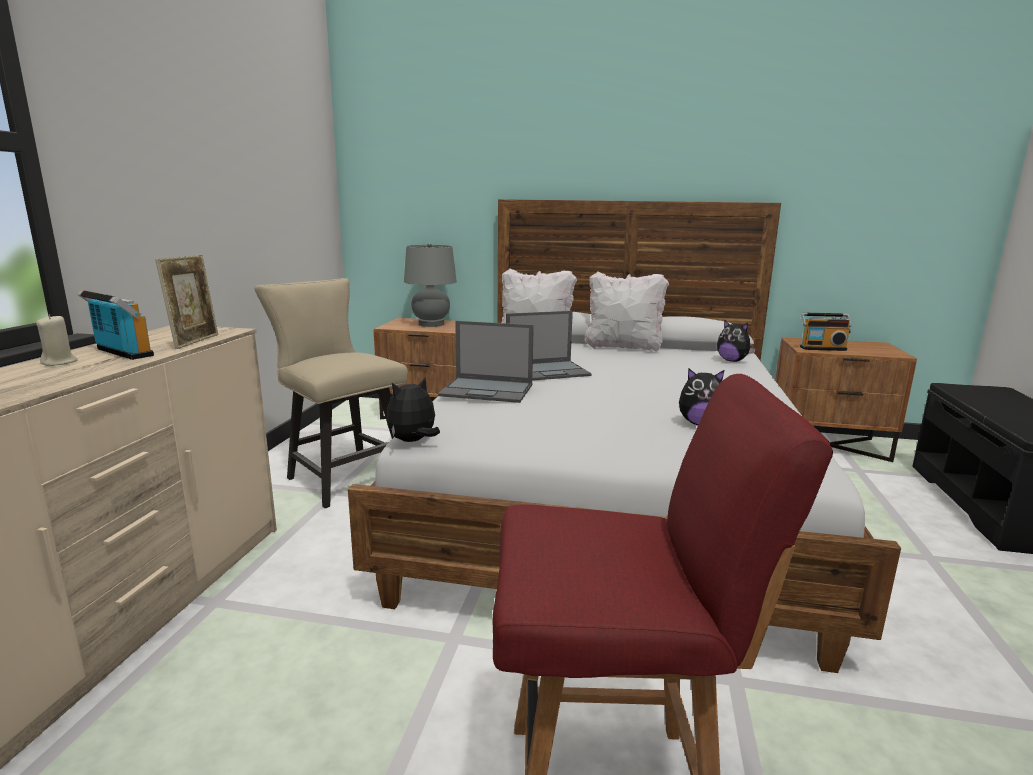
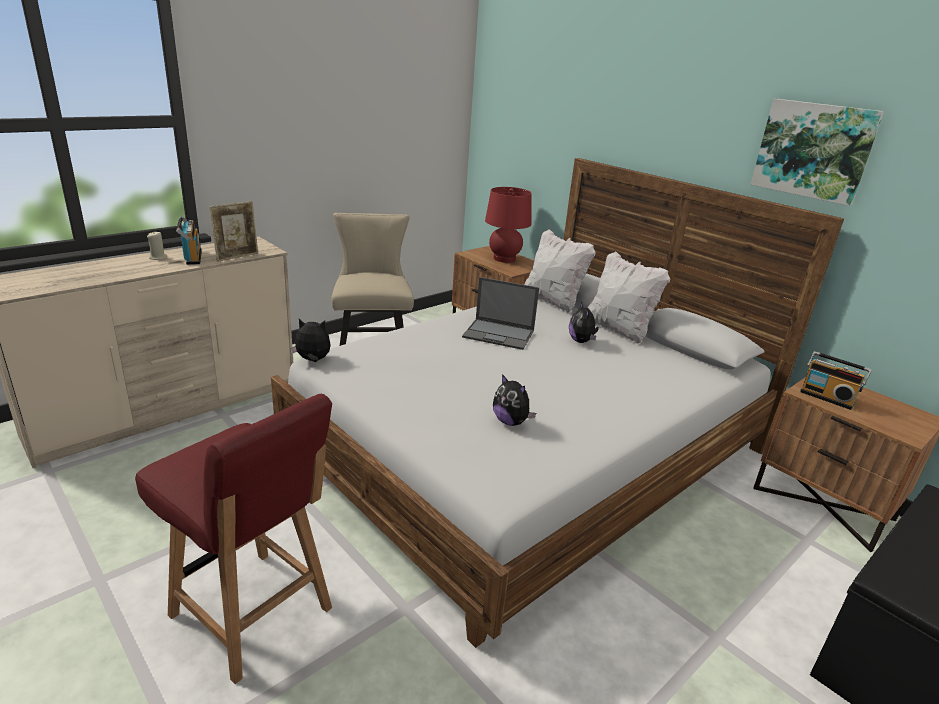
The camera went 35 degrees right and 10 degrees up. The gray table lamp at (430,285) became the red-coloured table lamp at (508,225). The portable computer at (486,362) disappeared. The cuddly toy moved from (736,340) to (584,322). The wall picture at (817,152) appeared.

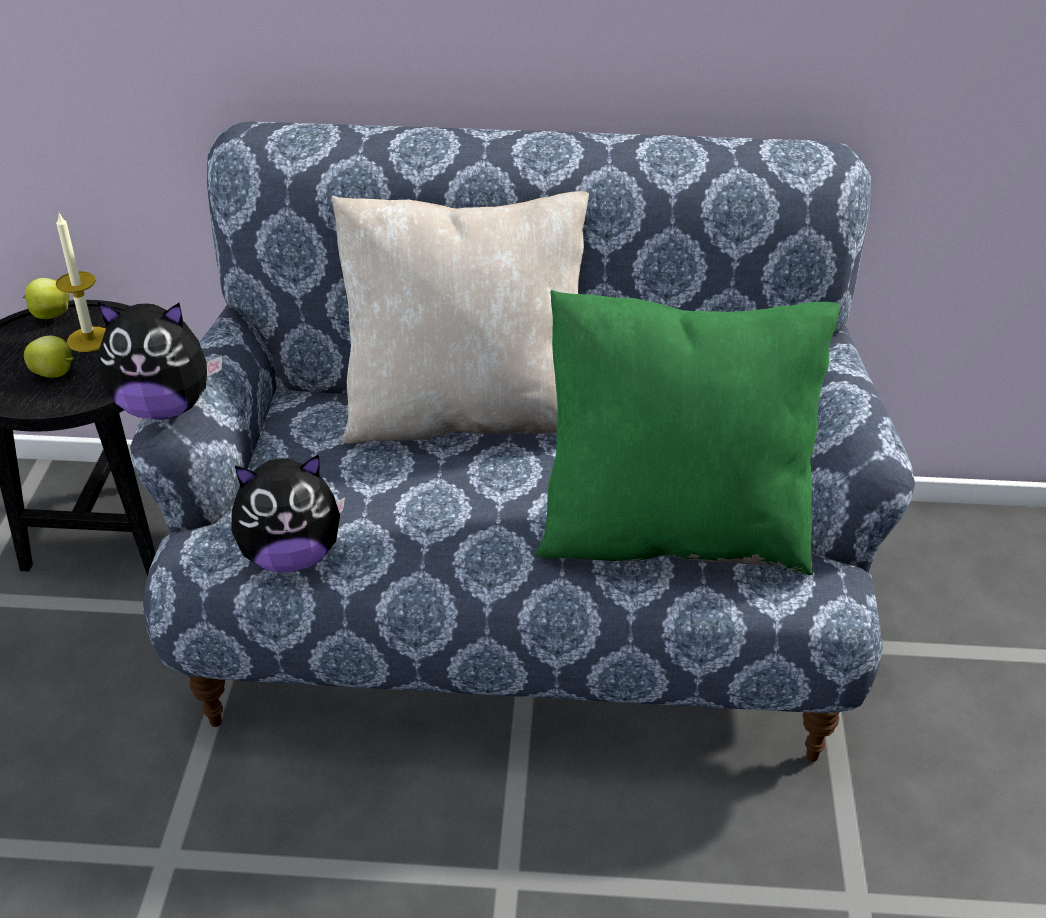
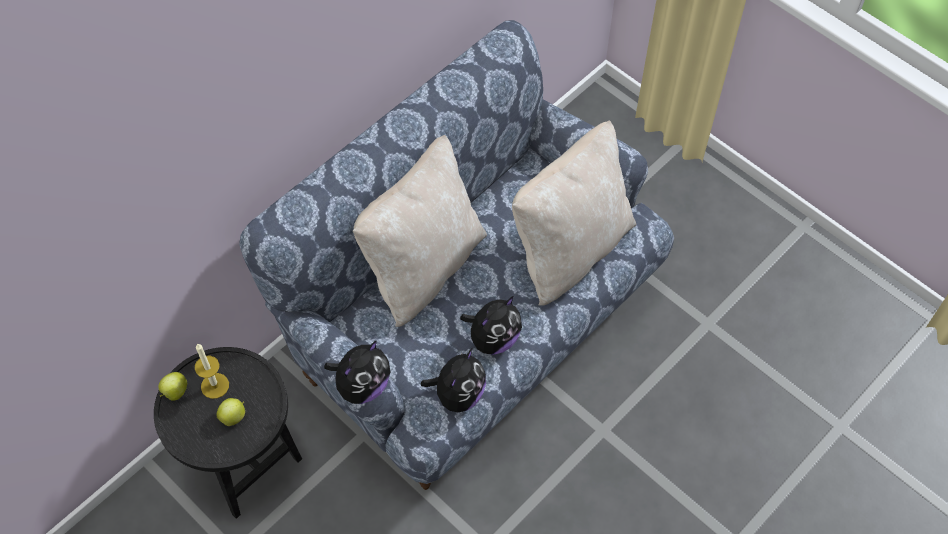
The camera went 50 degrees left and 20 degrees up. The greenish pillow at (688,432) became the beige-coloured pillow at (574,213). The cuddly toy at (491,325) appeared.

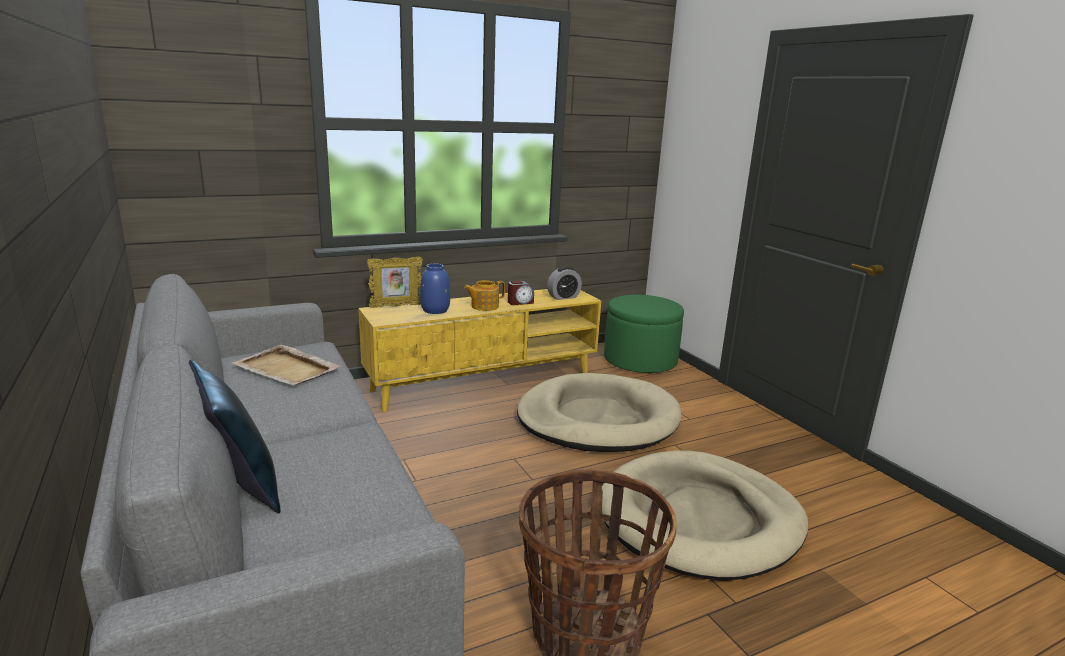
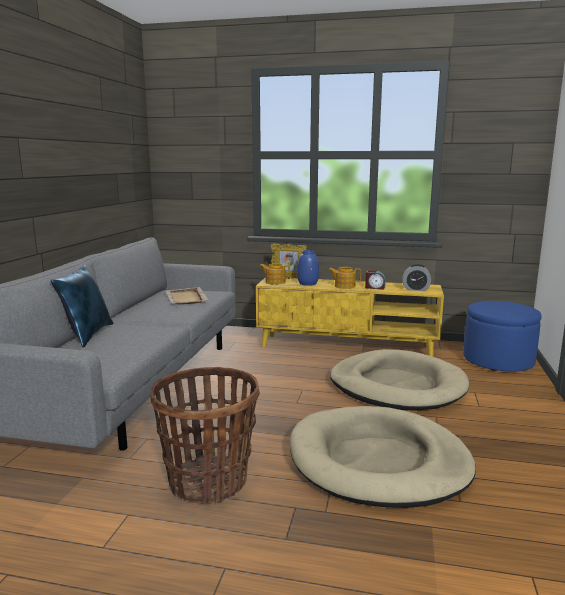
The camera went 40 degrees right and 5 degrees down. The greenish pouffe at (644,334) became the blue pouffe at (502,336). The teapot at (275,274) appeared.

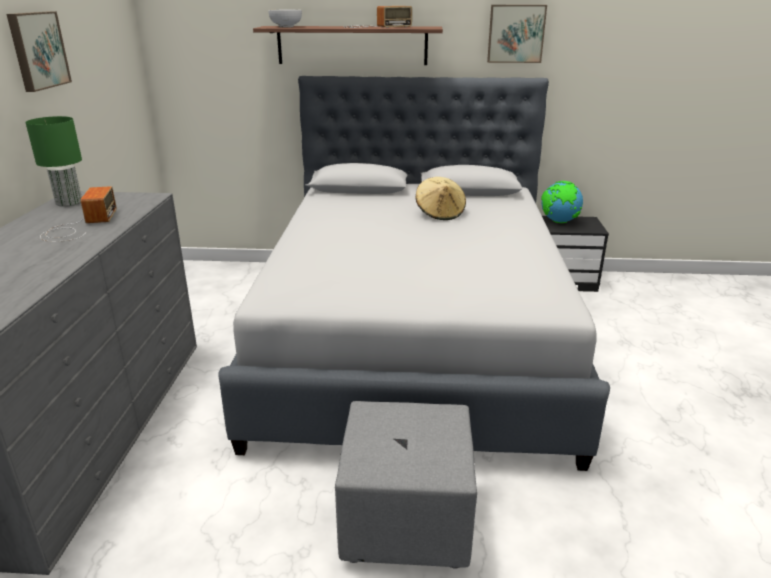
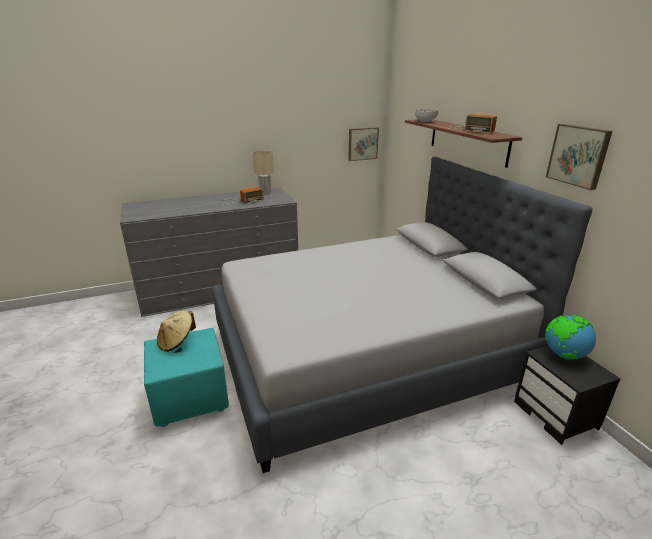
The camera went 65 degrees right and 0 degrees up. The wall picture moved from (39,51) to (363,144). The greenish table lamp at (53,161) became the beige-coloured table lamp at (263,172). The gray pouffe at (406,485) became the blue-green pouffe at (186,377). The beige-coloured clothing hat moved from (441,198) to (176,331).

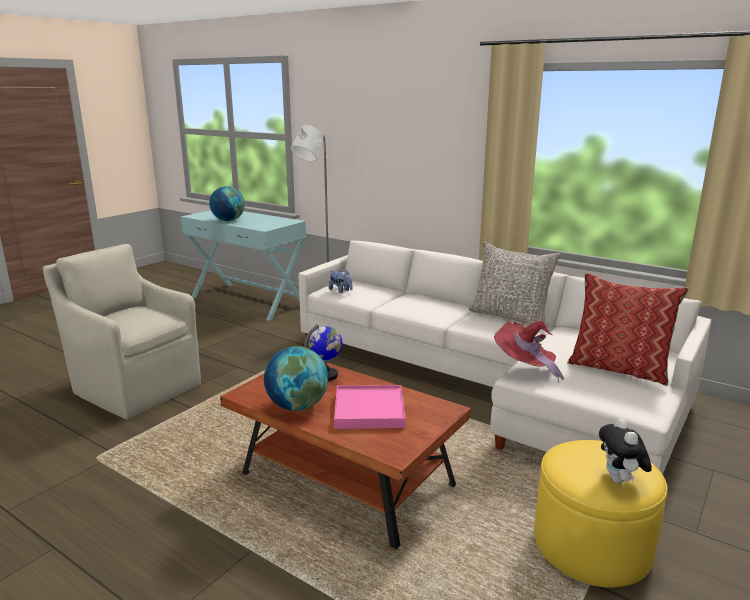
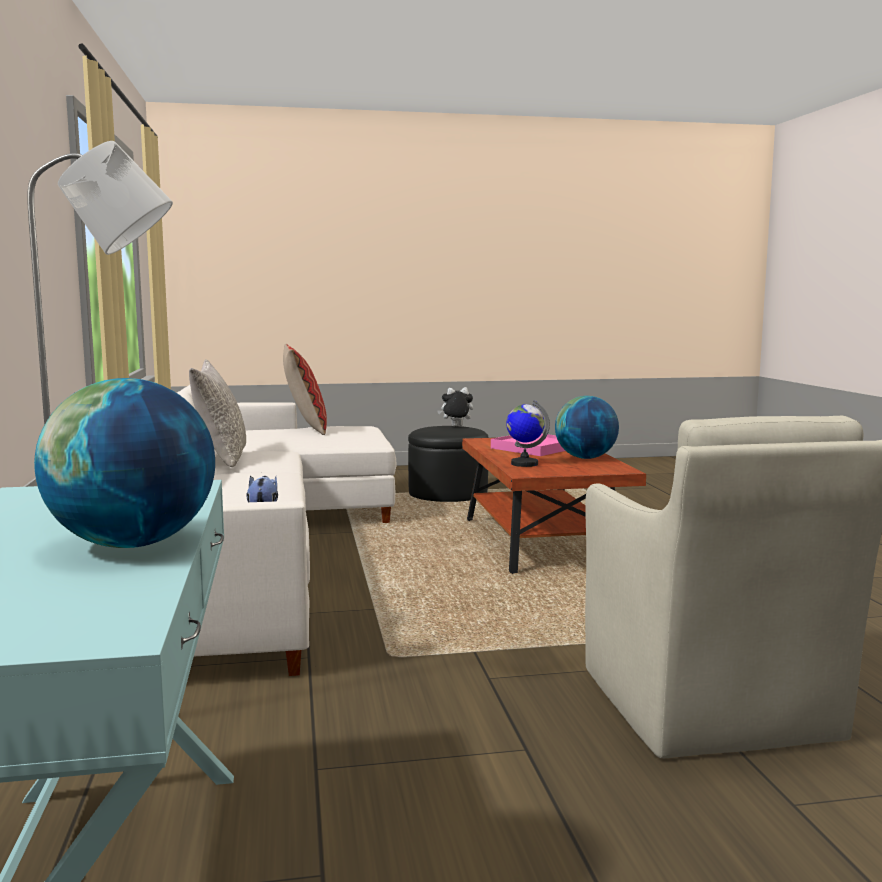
The camera went 135 degrees left and 10 degrees down. The red-coloured clothing hat at (529,352) disappeared. The yellowish pouffe at (601,514) became the black pouffe at (448,464). The cuddly toy at (625,450) turned 135 degrees counterclockwise.

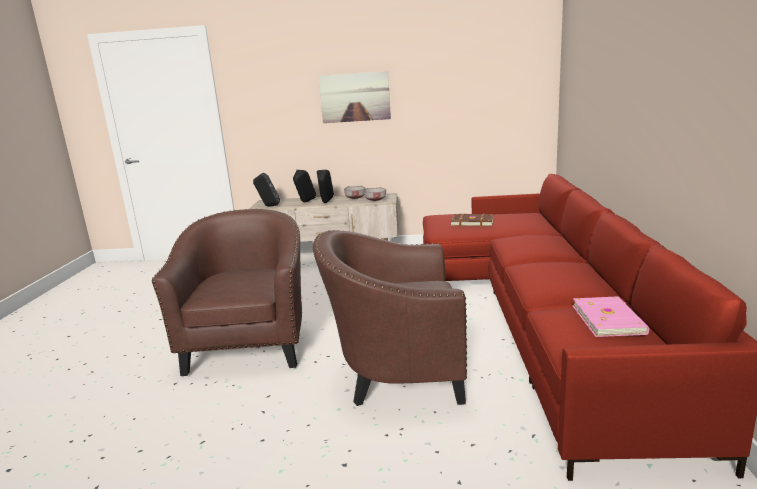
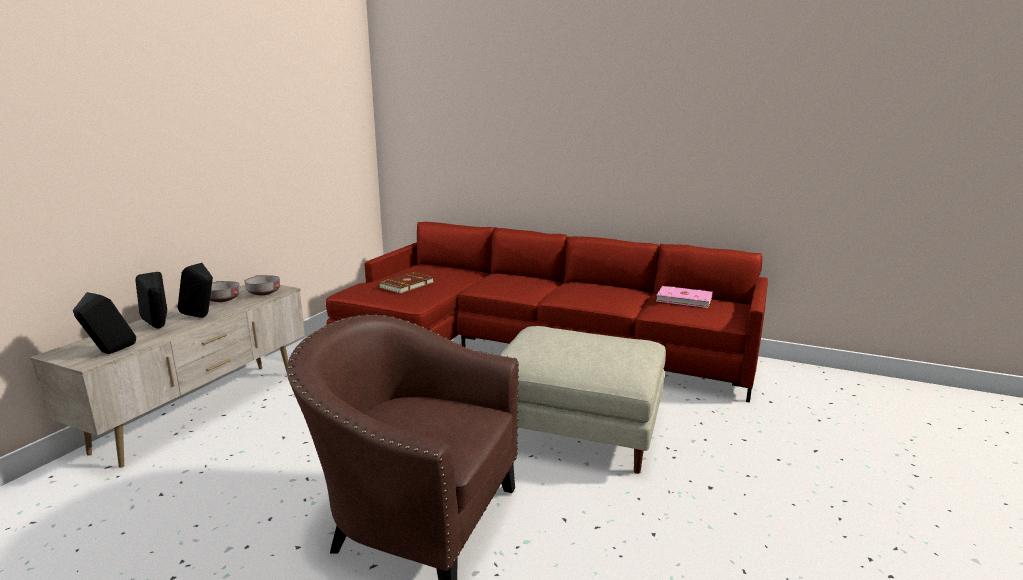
The camera went 70 degrees left and 0 degrees up. The brown armchair at (390,318) was replaced by the beige-coloured pouffe at (583,400). The wall picture at (355,97) disappeared.

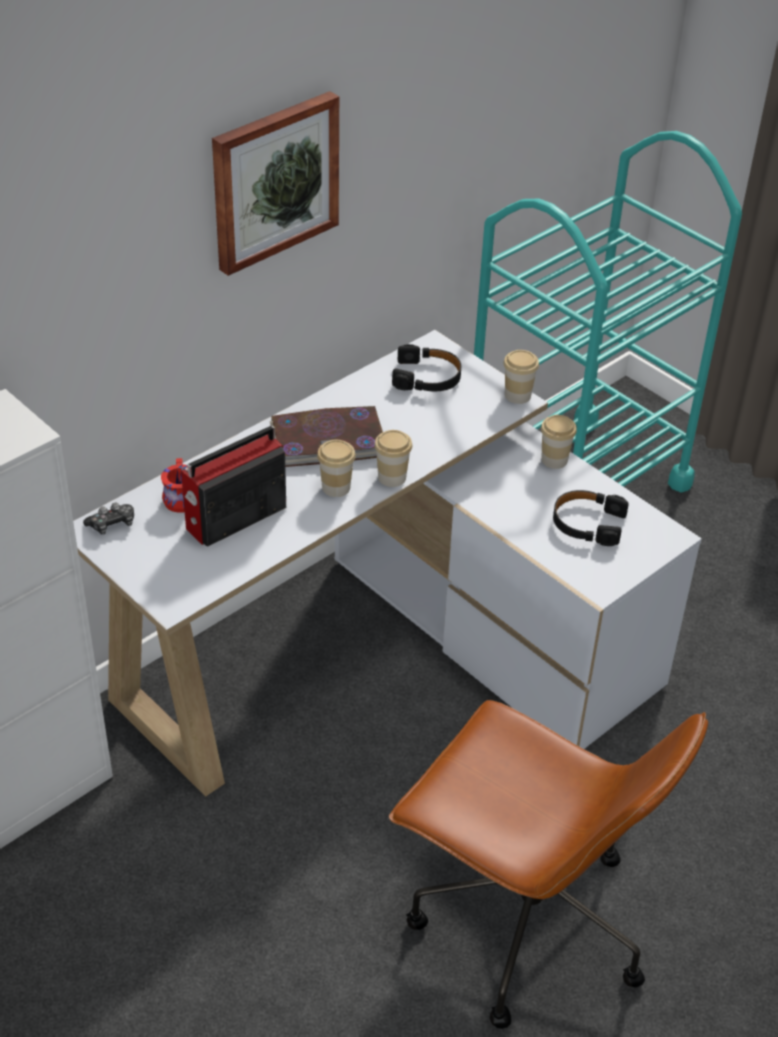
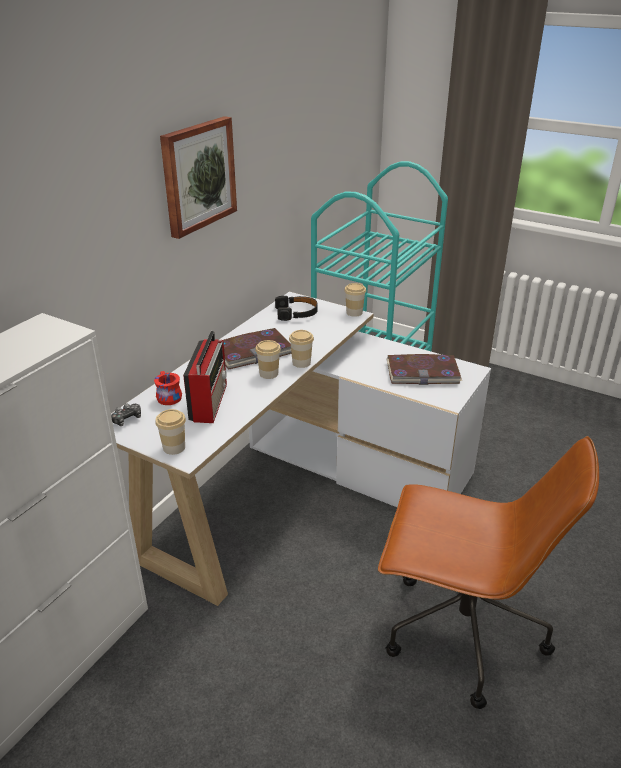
The camera went 15 degrees left and 10 degrees down. The radio at (233,486) turned 150 degrees clockwise. The drinking cup moved from (559,442) to (170,432). The black headphones at (591,518) was replaced by the book at (424,369).

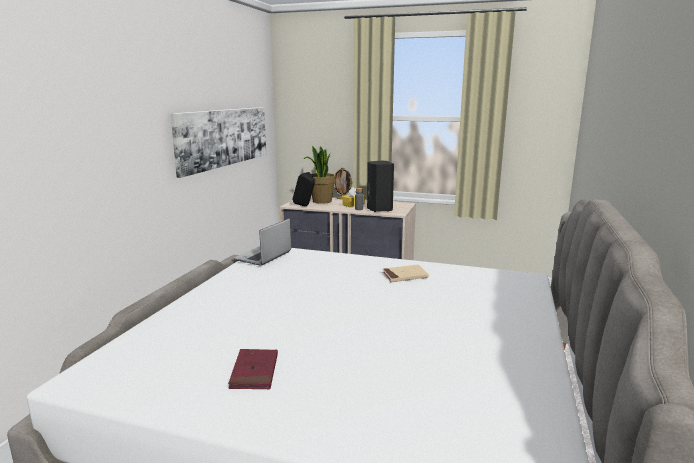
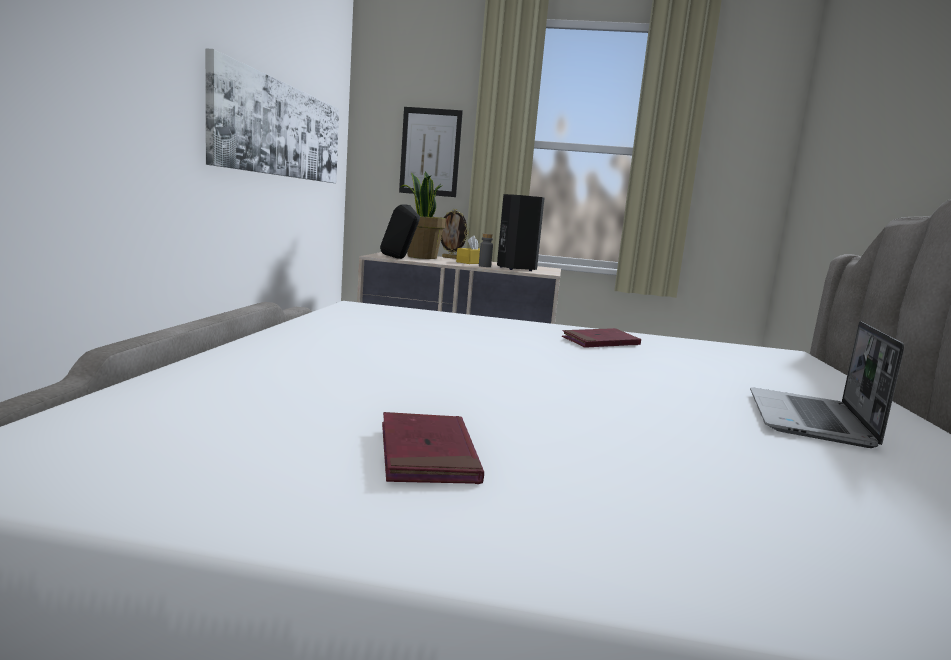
The camera went 10 degrees left and 5 degrees down. The portable computer moved from (262,242) to (827,384). The beige-coloured book at (405,273) became the red-coloured book at (601,338). The wall picture at (431,152) appeared.

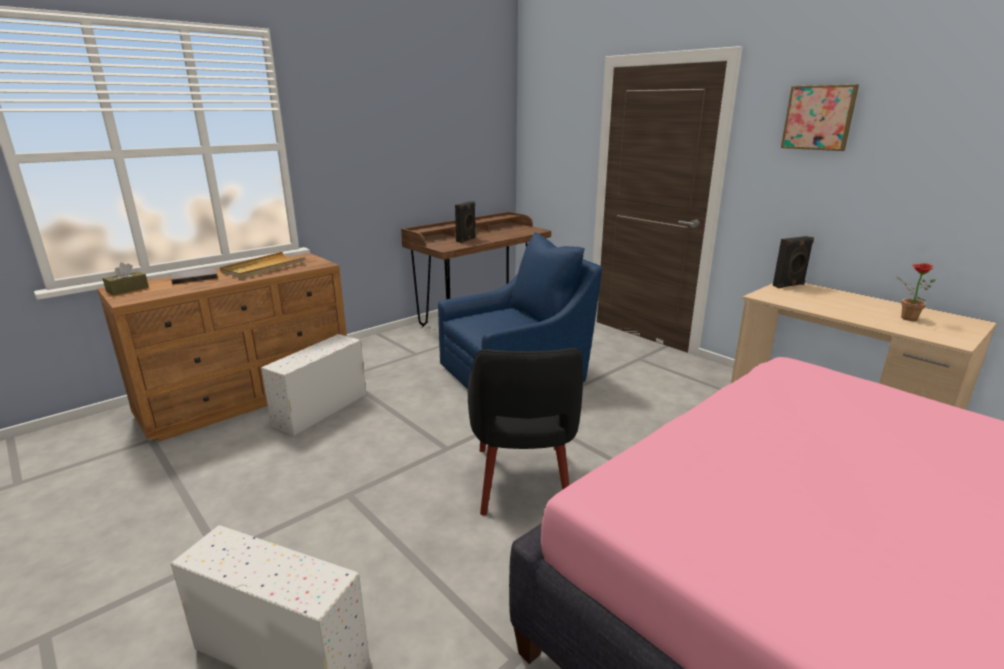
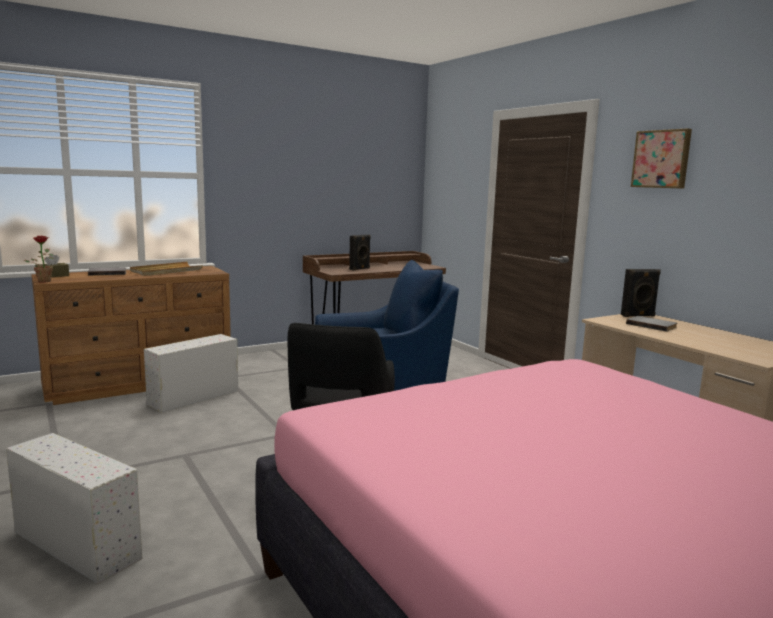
The camera went 10 degrees right and 10 degrees down. The plant in a pot moved from (916,292) to (39,259). The gray book at (651,324) appeared.

